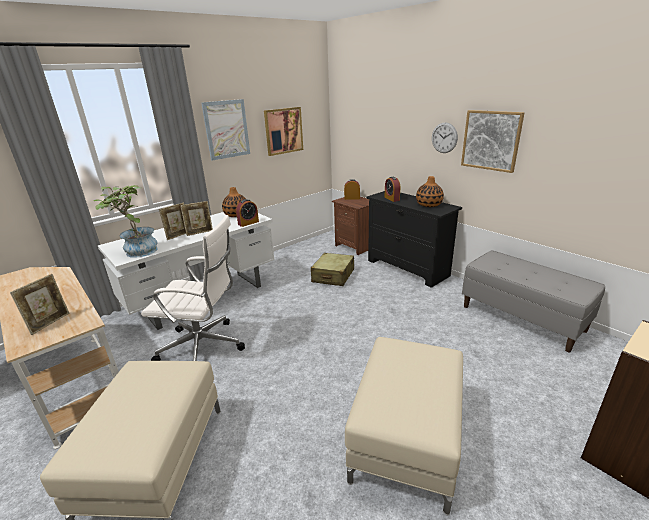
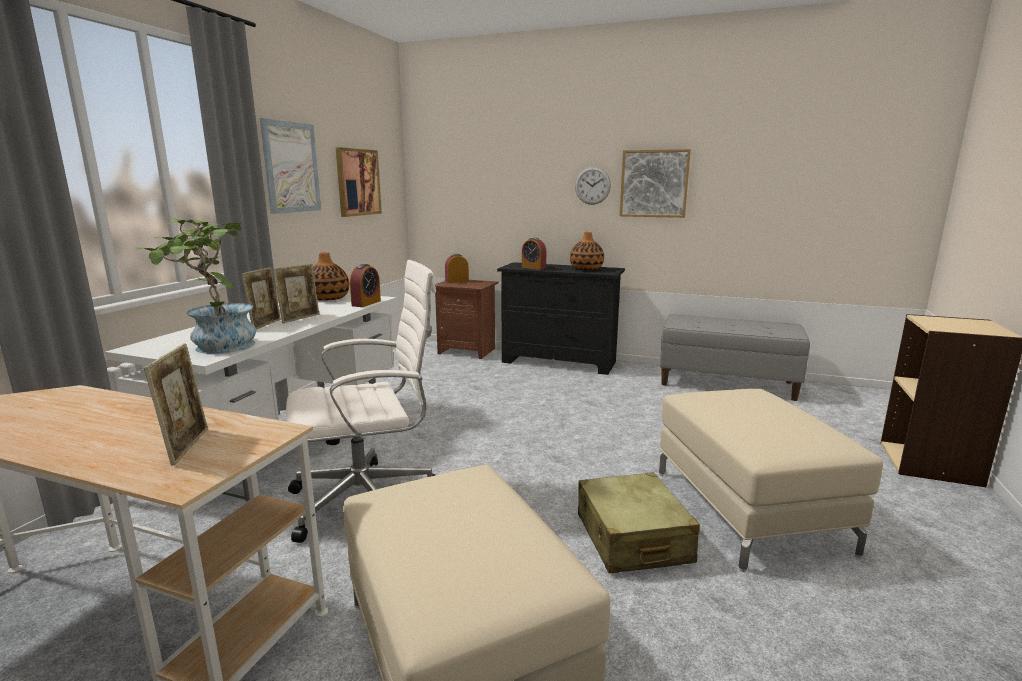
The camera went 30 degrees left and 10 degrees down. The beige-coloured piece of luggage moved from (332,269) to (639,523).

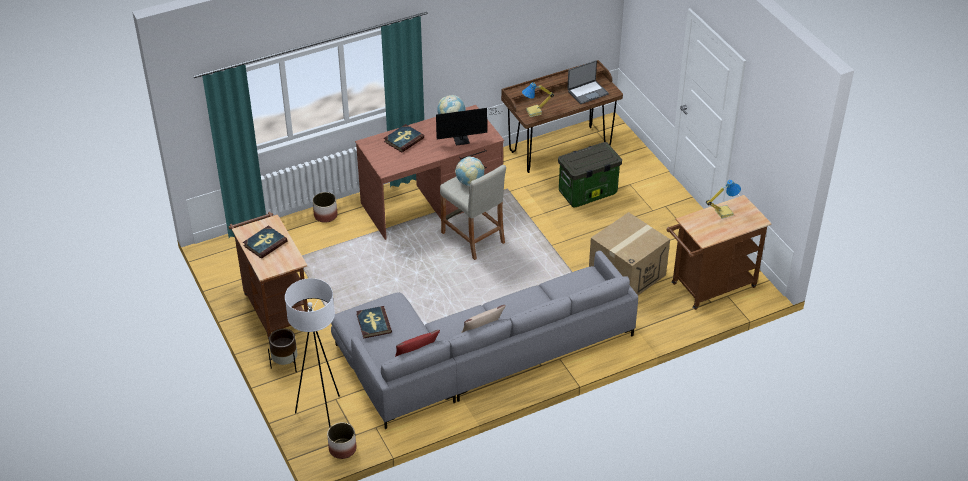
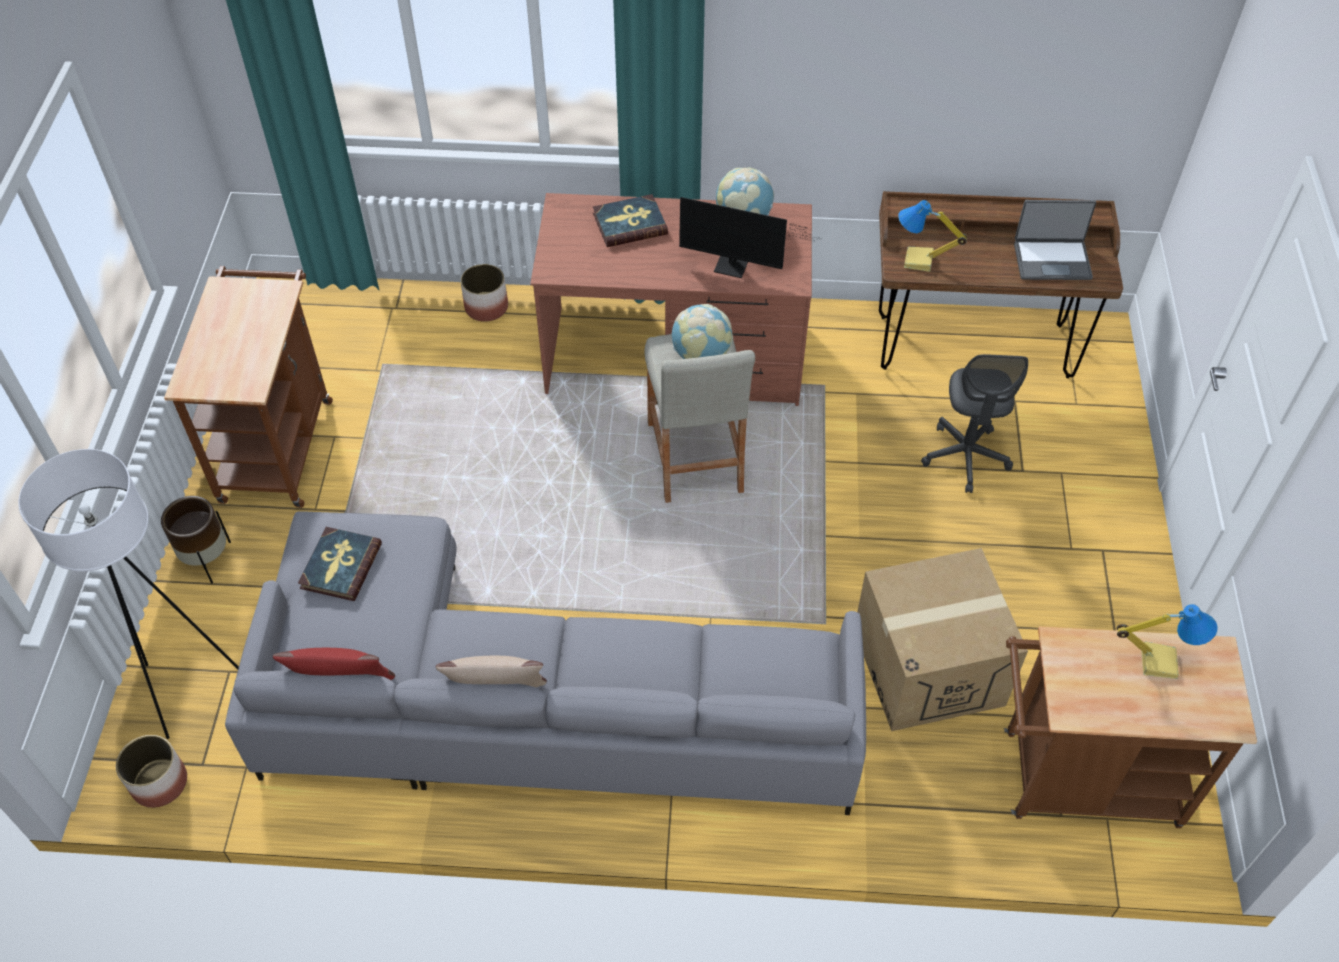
The camera went 30 degrees right and 10 degrees up. The book at (265,242) disappeared. The storage bin at (590,174) was replaced by the gray office chair at (974,423).

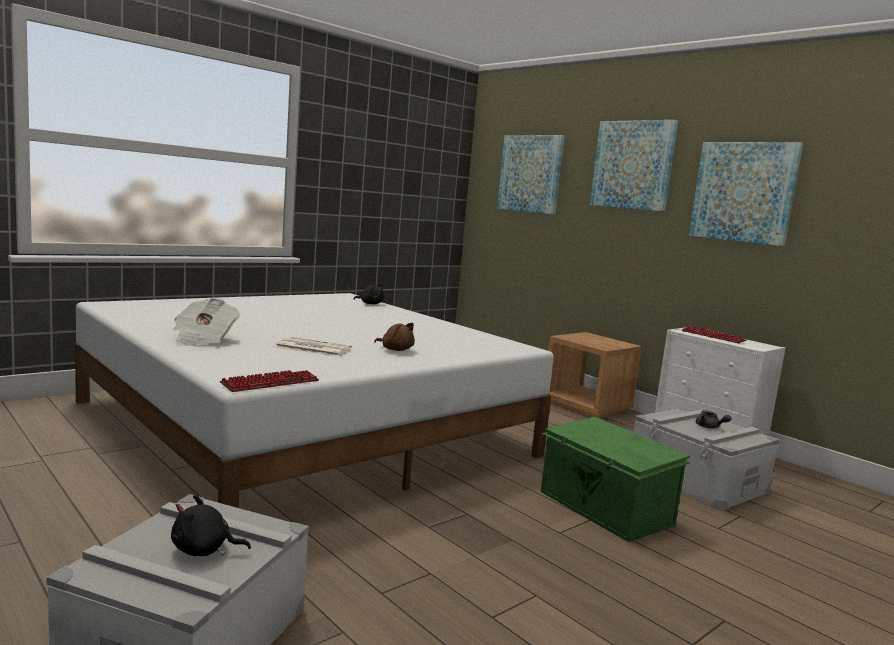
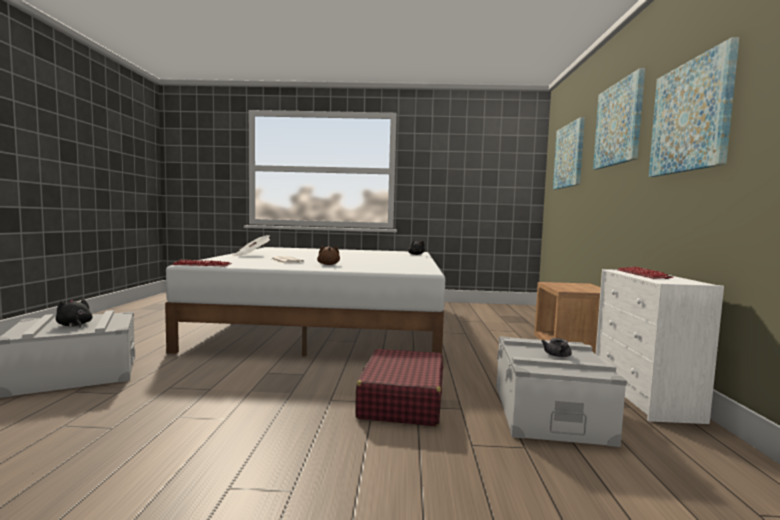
The camera went 45 degrees right and 5 degrees down. The greenish storage bin at (615,479) was replaced by the red-coloured piece of luggage at (399,387).

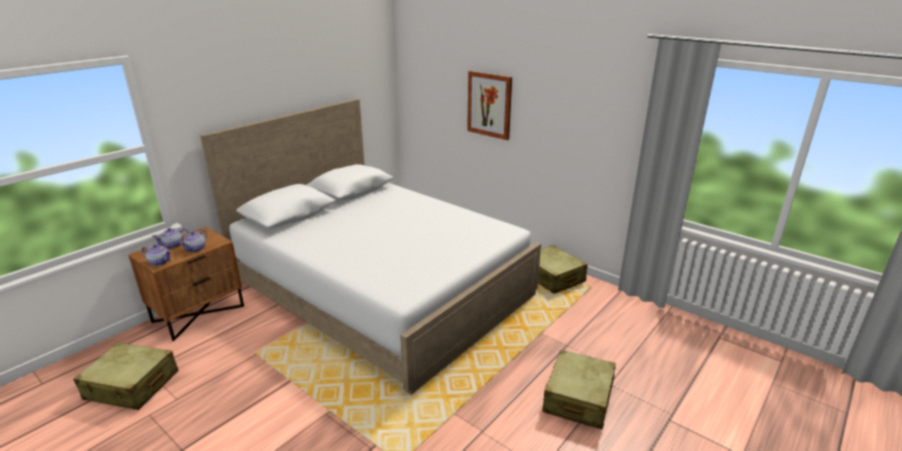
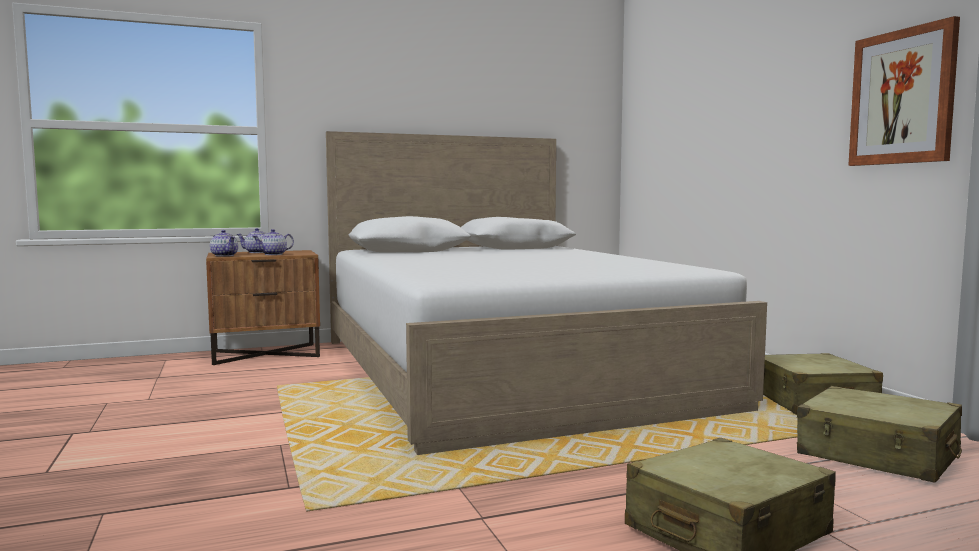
The camera went 30 degrees right and 20 degrees down. The beige-coloured piece of luggage moved from (126,376) to (879,434). The wall picture moved from (489,105) to (904,91).

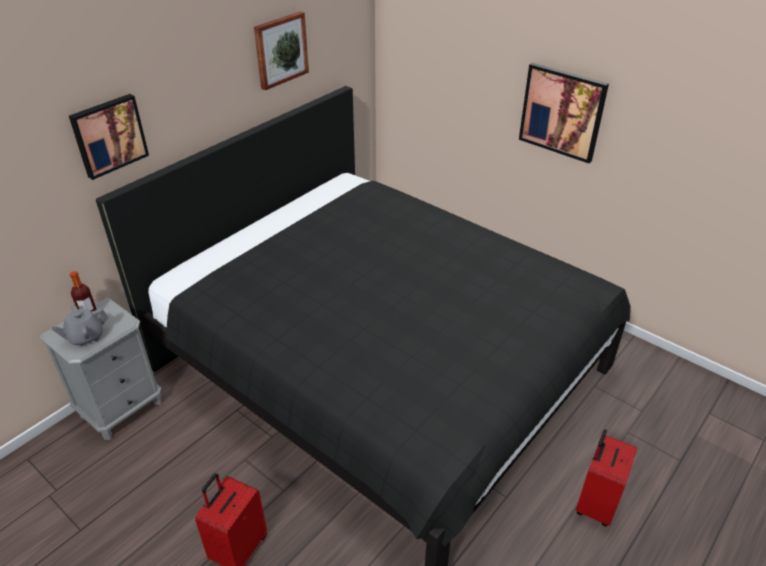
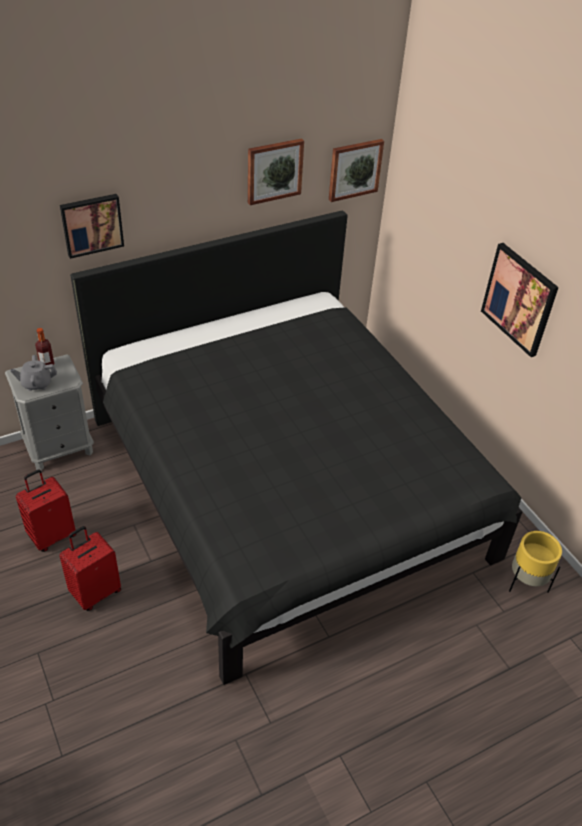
The camera went 20 degrees right and 5 degrees up. The red-coloured piece of luggage moved from (606,478) to (46,511). The wall picture at (356,170) appeared. The yellowish plant pot at (535,562) appeared.

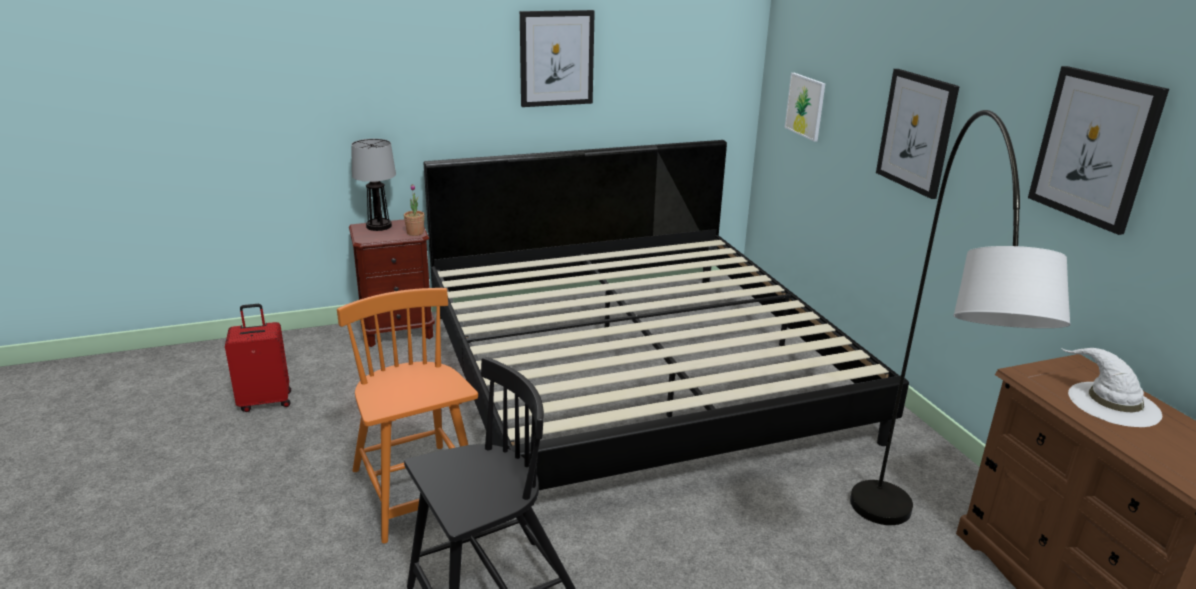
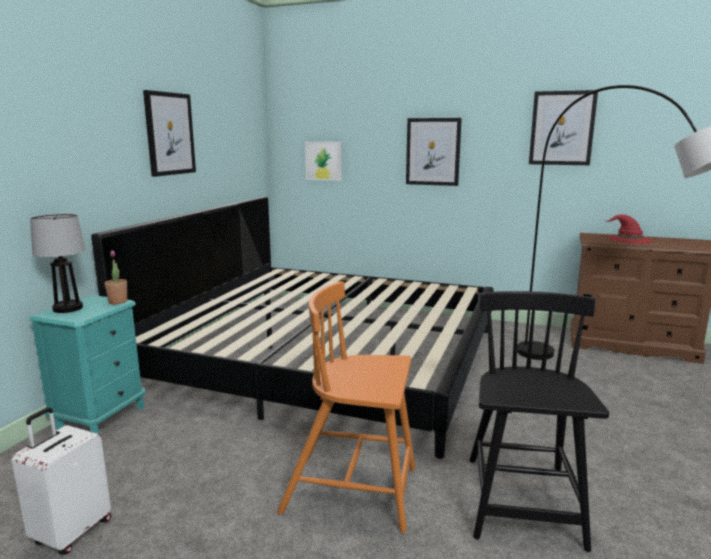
The camera went 50 degrees left and 10 degrees down. The red-coloured piece of luggage at (258,358) became the white-coloured piece of luggage at (61,481). The brown nightstand at (392,283) became the blue-green nightstand at (87,365). The white-coloured clothing hat at (1111,387) became the red-coloured clothing hat at (629,228).

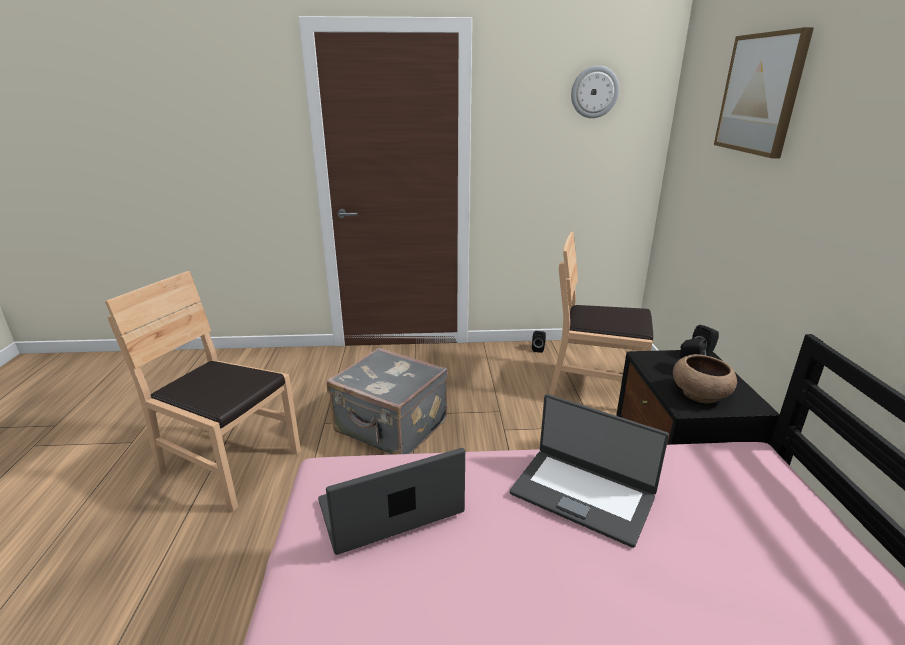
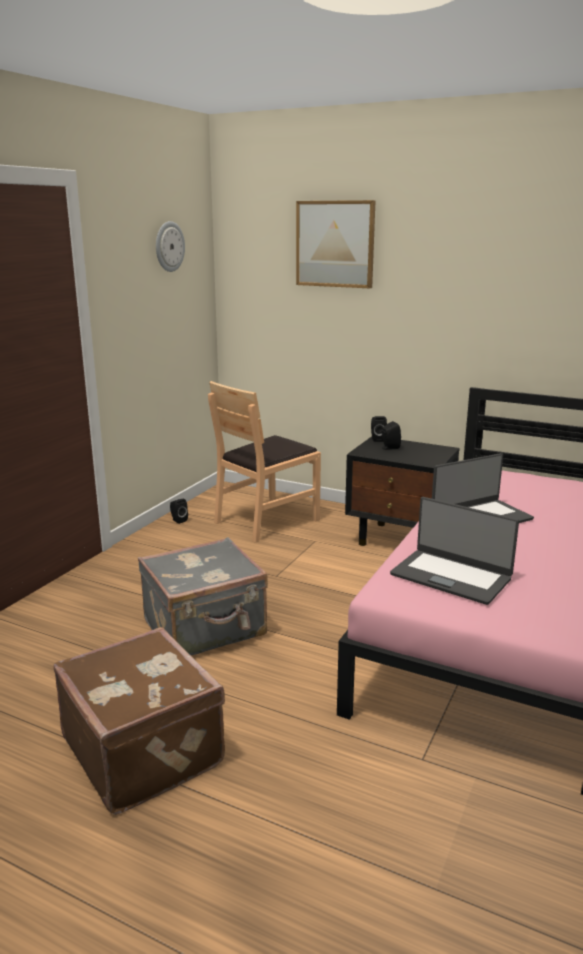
The camera went 60 degrees left and 5 degrees down. The brown plain chair at (203,391) was replaced by the brown piece of luggage at (139,721). The portable computer at (391,501) turned 60 degrees counterclockwise. The brown serving bowl at (705,379) disappeared.

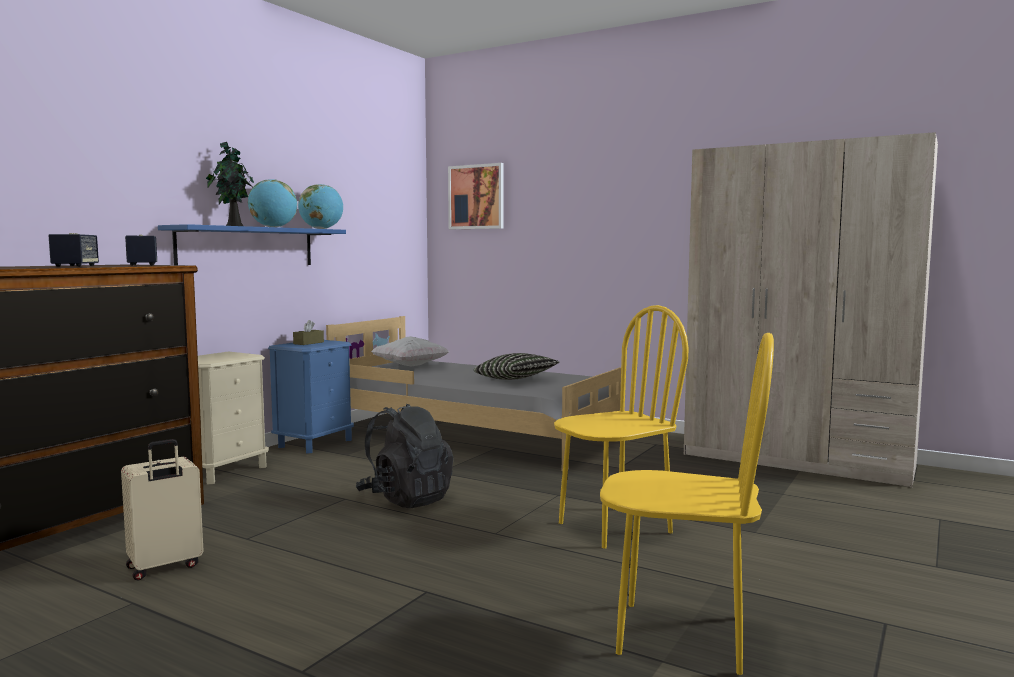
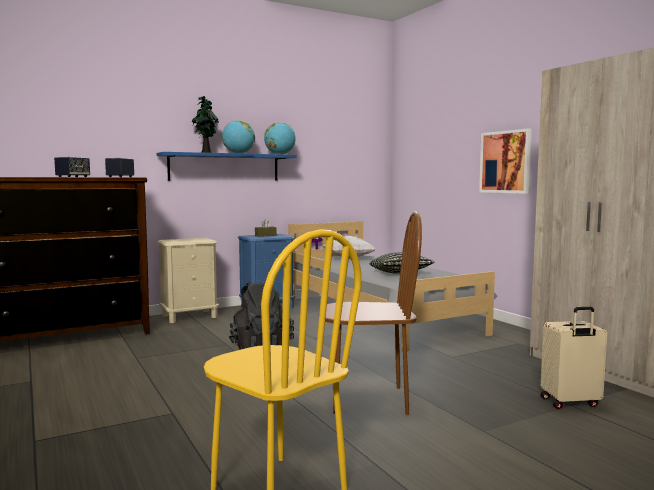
The camera went 30 degrees right and 0 degrees up. The beige-coloured piece of luggage moved from (162,509) to (573,358). The wall picture moved from (476,196) to (505,161). The yellowish plain chair at (621,427) became the brown plain chair at (370,313).

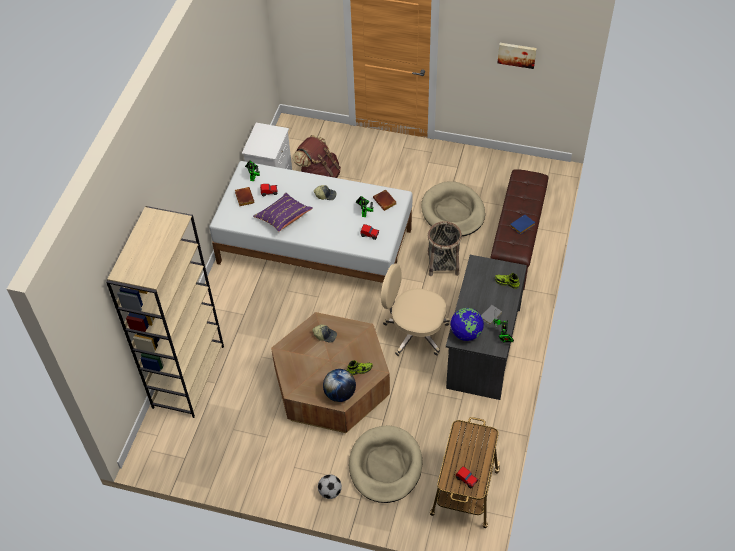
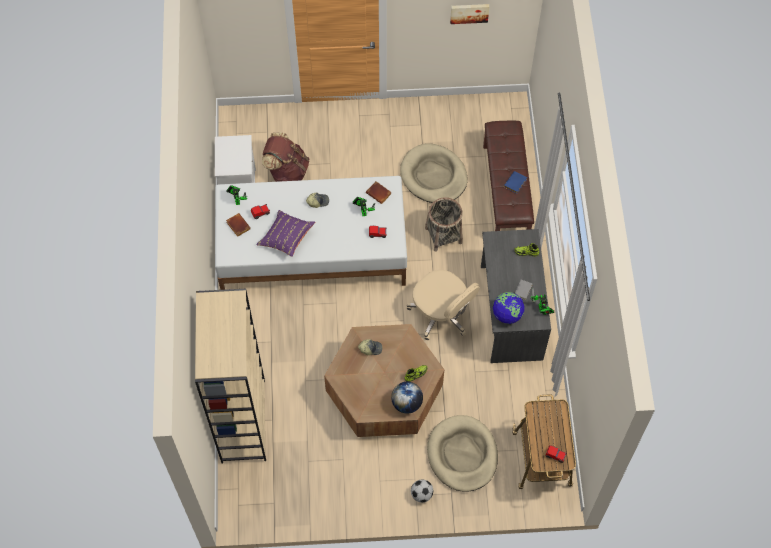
The camera went 20 degrees left and 10 degrees up. The beige-coloured office chair at (415,310) turned 135 degrees counterclockwise.

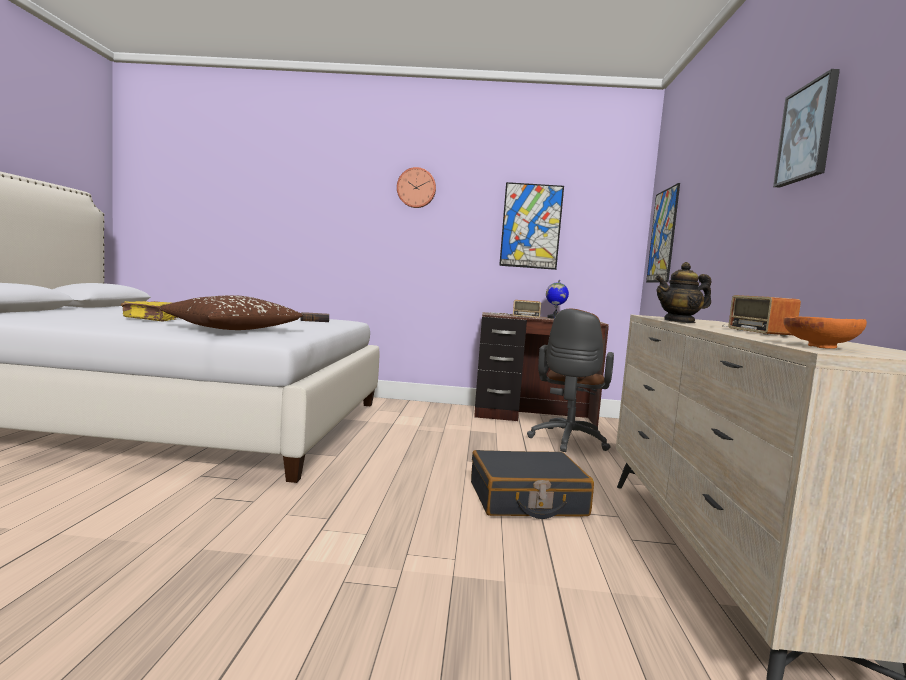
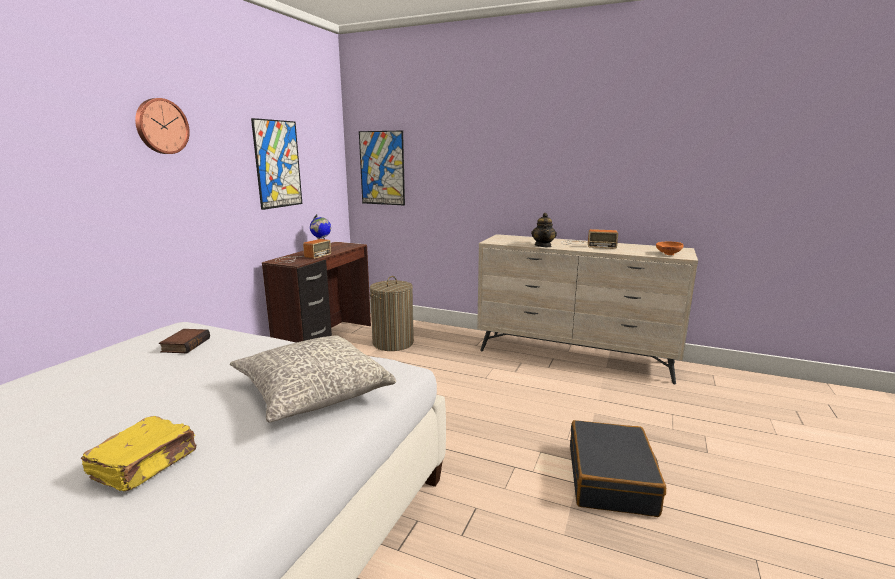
The camera went 70 degrees left and 10 degrees up. The brown pillow at (231,312) became the gray pillow at (313,379). The black piece of luggage moved from (532,484) to (618,468). The brown office chair at (570,380) was replaced by the hamper at (392,313). The wall picture at (806,128) disappeared.

